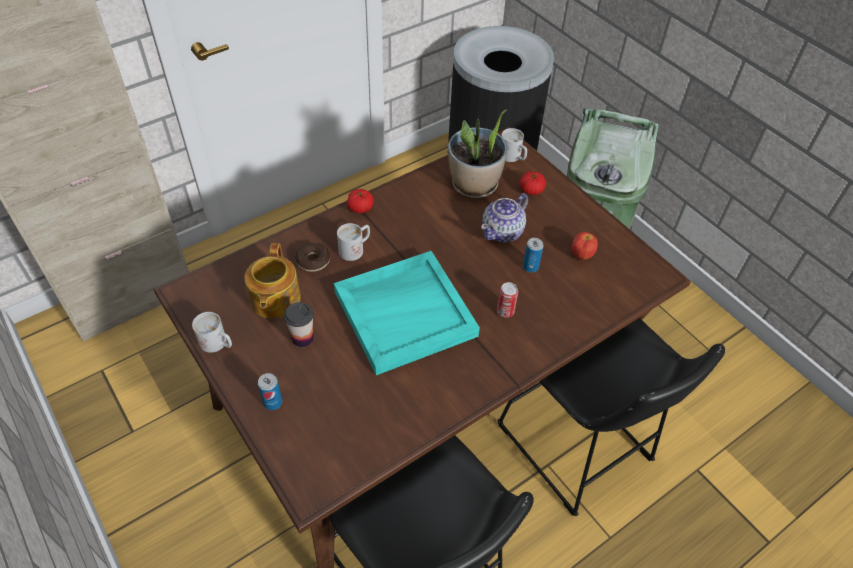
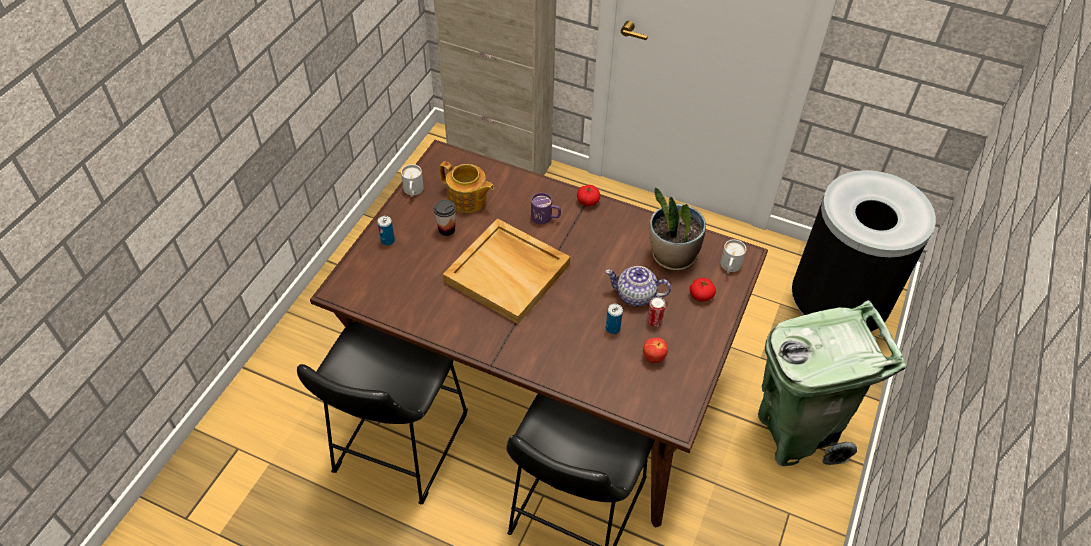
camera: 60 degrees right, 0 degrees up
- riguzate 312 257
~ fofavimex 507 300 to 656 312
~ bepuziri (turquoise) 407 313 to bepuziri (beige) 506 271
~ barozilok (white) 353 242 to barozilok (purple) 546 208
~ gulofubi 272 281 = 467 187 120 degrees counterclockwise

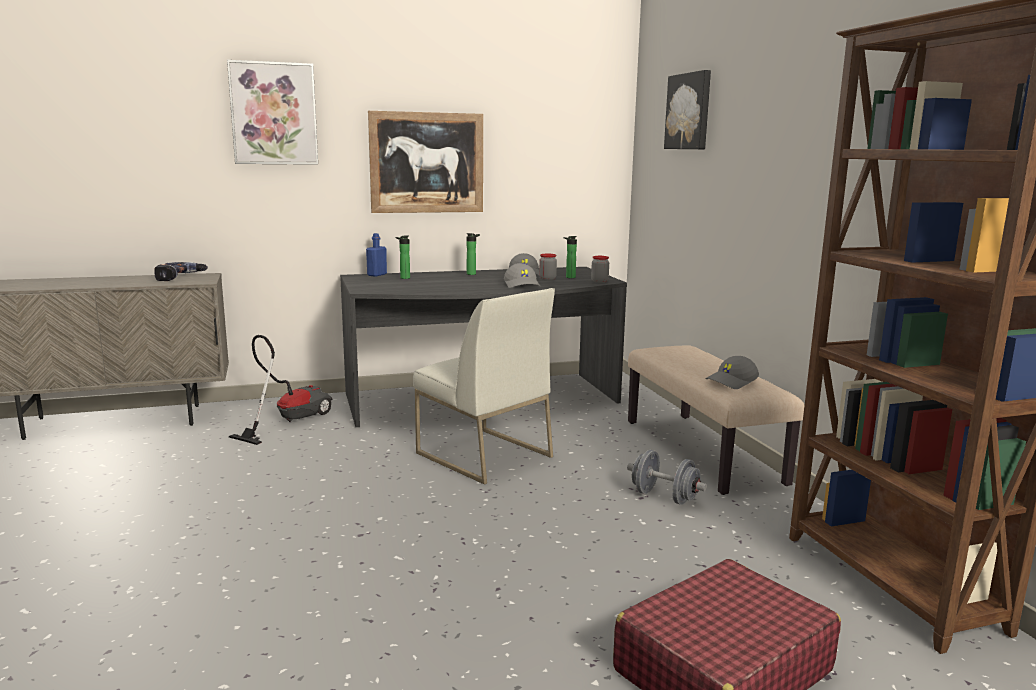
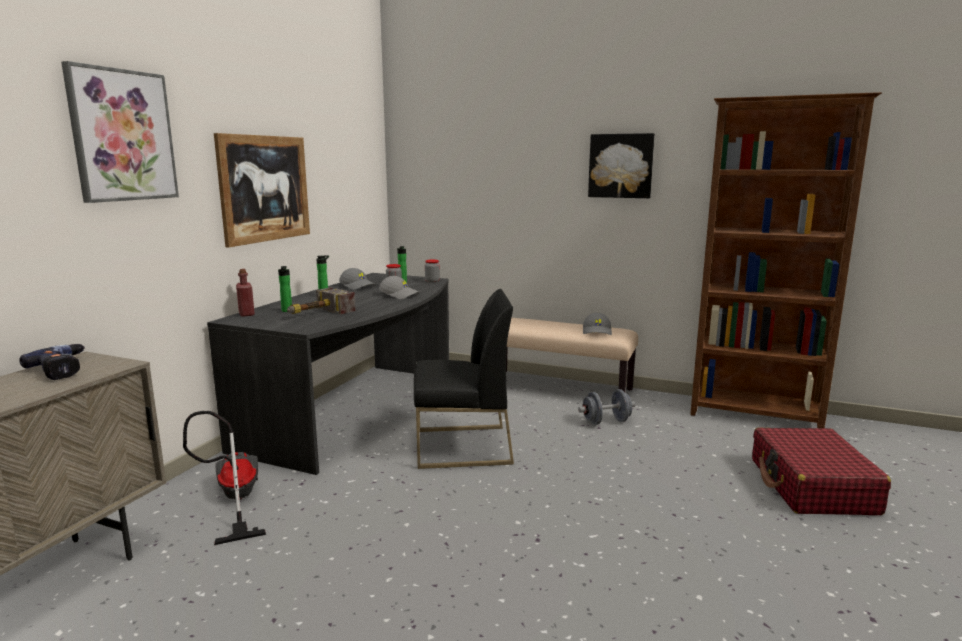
camera: 50 degrees left, 0 degrees up
+ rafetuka 321 300
~ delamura 687 109 to 621 165
~ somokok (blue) 376 255 to somokok (red) 245 293
~ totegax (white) 484 386 to totegax (black) 464 379

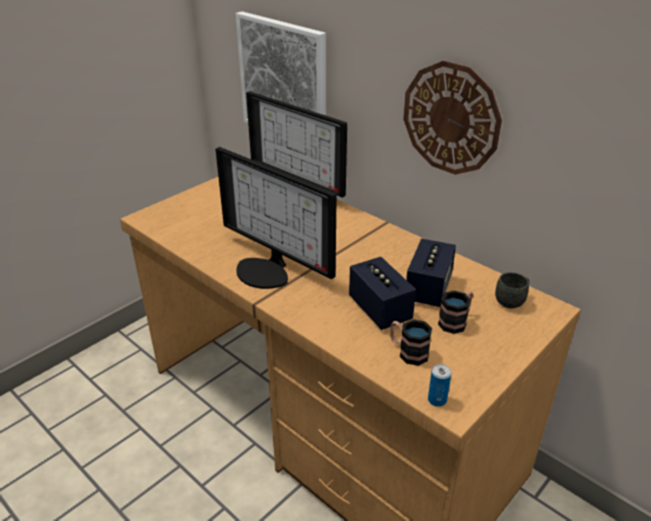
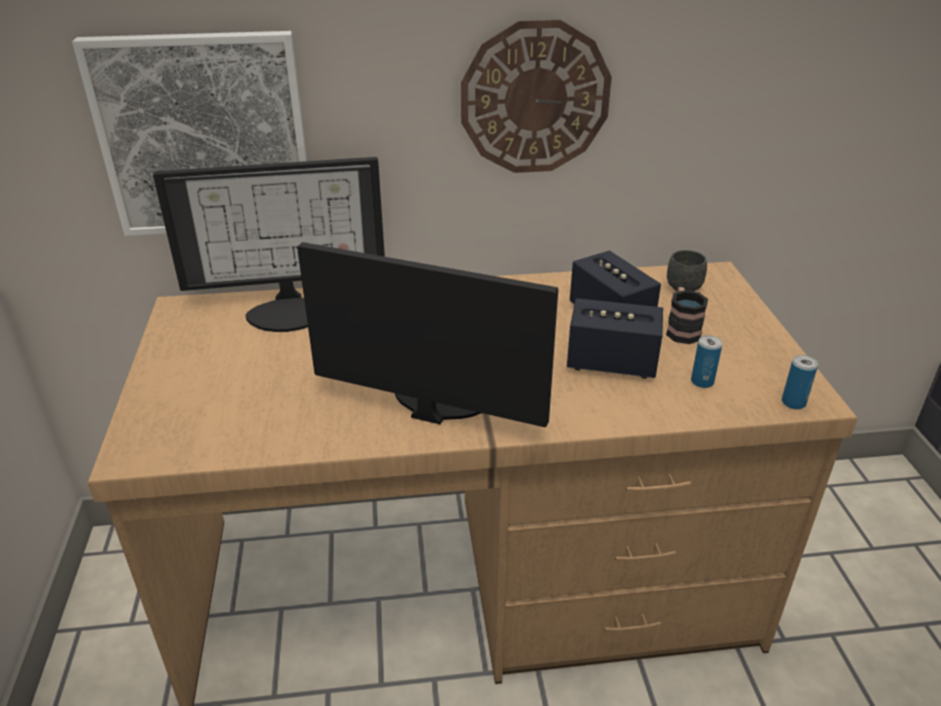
camera: 50 degrees left, 0 degrees up
~ barozilok 411 343 to fofavimex 706 361
~ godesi 276 218 = 427 334 150 degrees counterclockwise

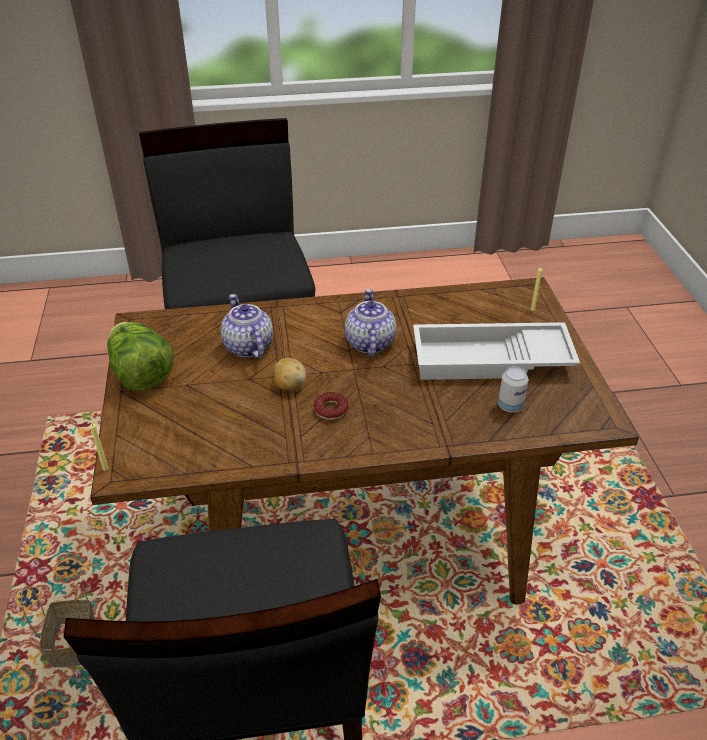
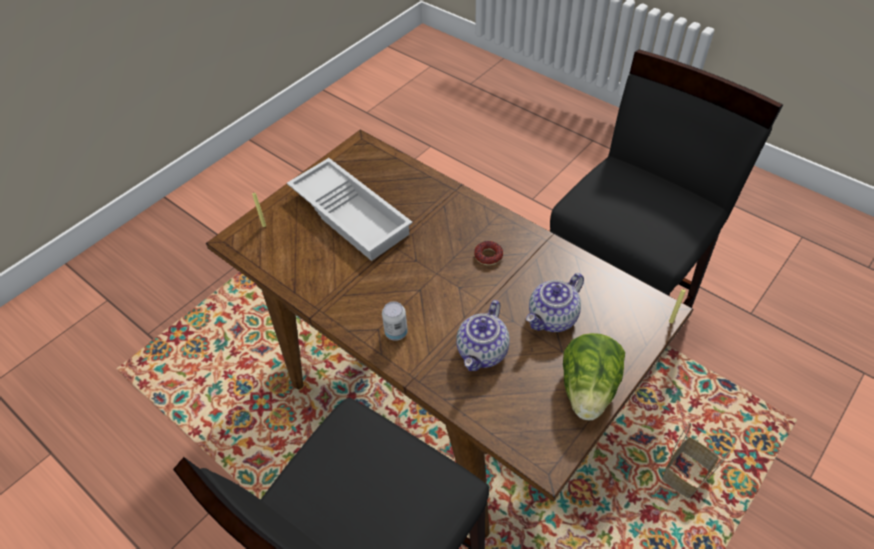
camera: 130 degrees left, 10 degrees up
- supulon 290 374
~ gulofubi 370 323 to 555 302
~ fofavimex 513 389 to 395 321

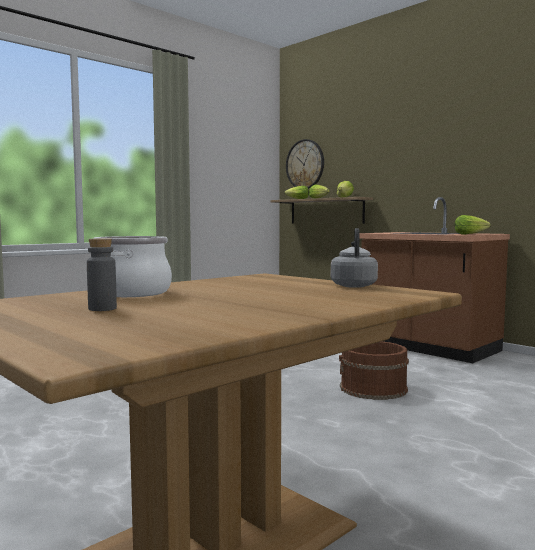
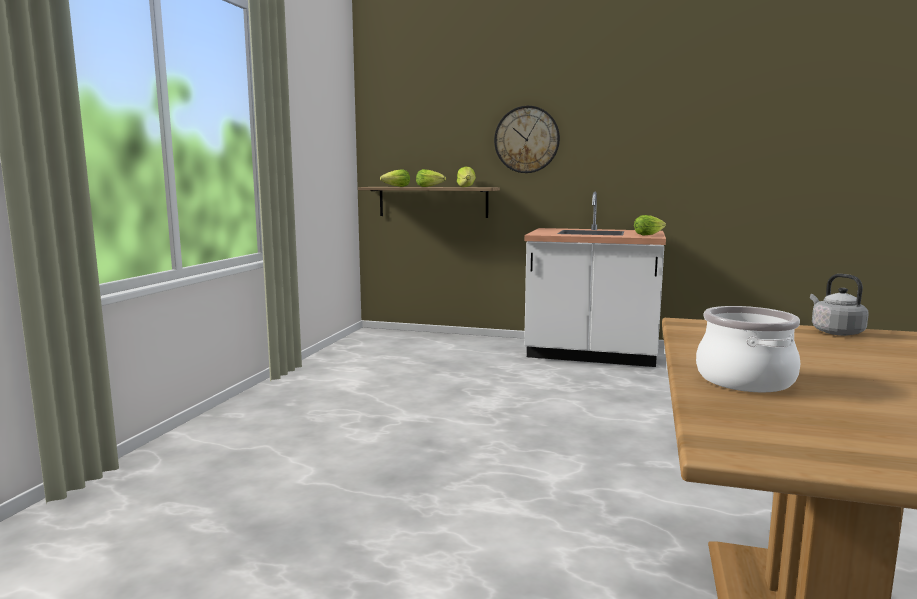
camera: 30 degrees left, 5 degrees up
- somokok (grey) 102 274
- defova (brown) 374 371
~ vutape 305 164 to 527 139
~ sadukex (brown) 434 280 to sadukex (white) 595 279

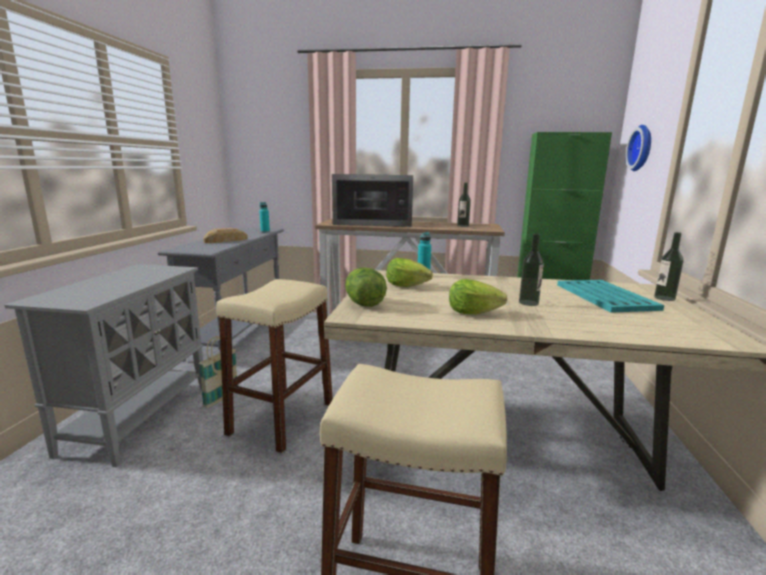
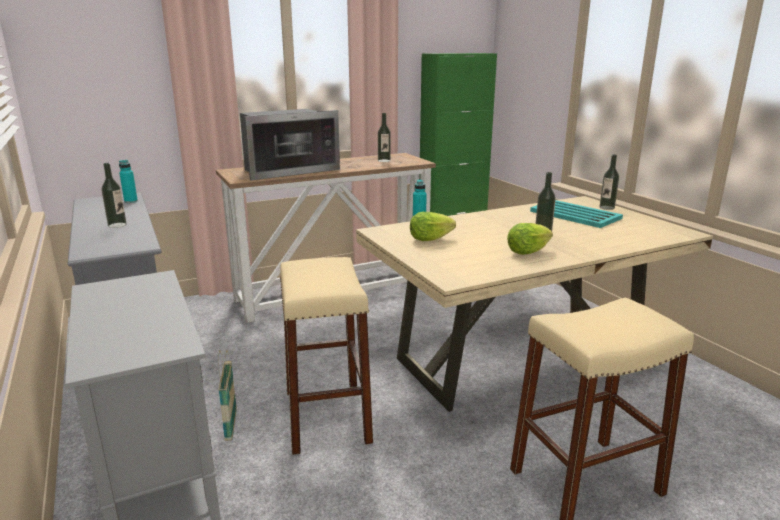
camera: 35 degrees left, 5 degrees up
- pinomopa 366 287
- vutape 638 148
~ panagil 225 235 to somokok 114 195

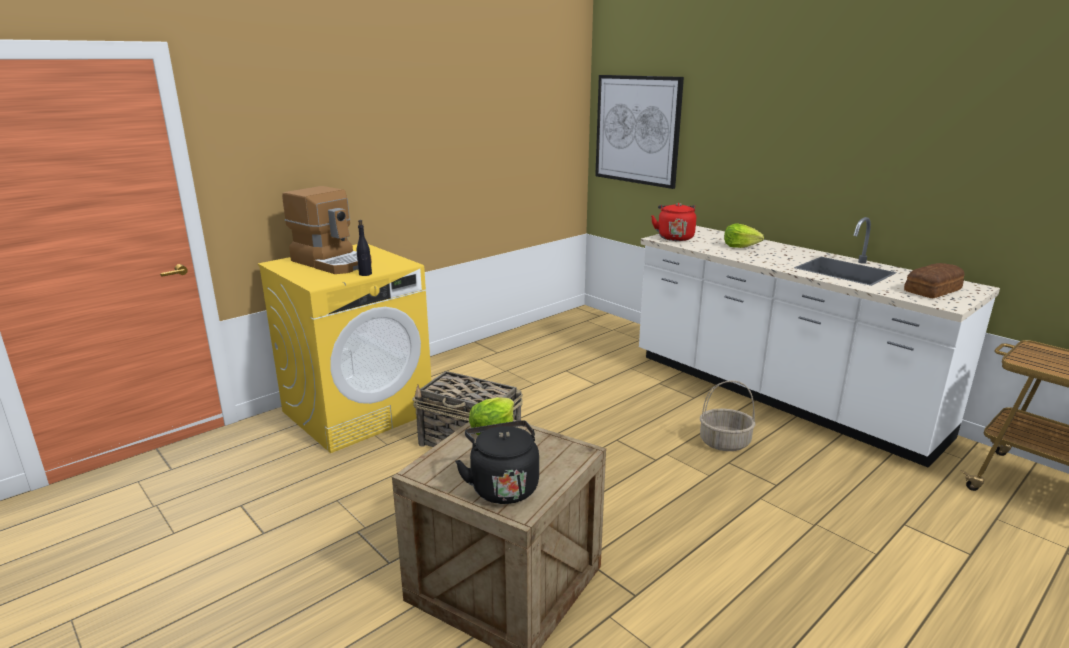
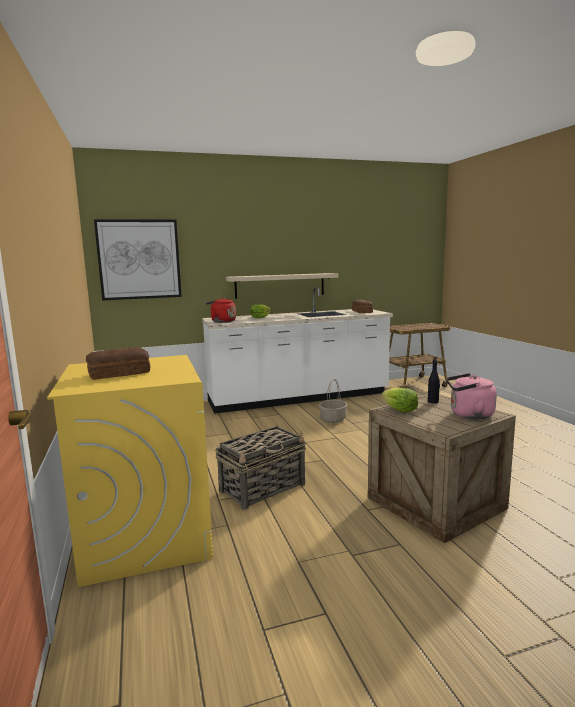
camera: 65 degrees left, 10 degrees down
+ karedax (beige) 282 286
~ somokok (black) 364 248 to 434 380
~ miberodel 327 230 to panagil 118 363
~ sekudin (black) 497 462 to sekudin (pink) 471 396

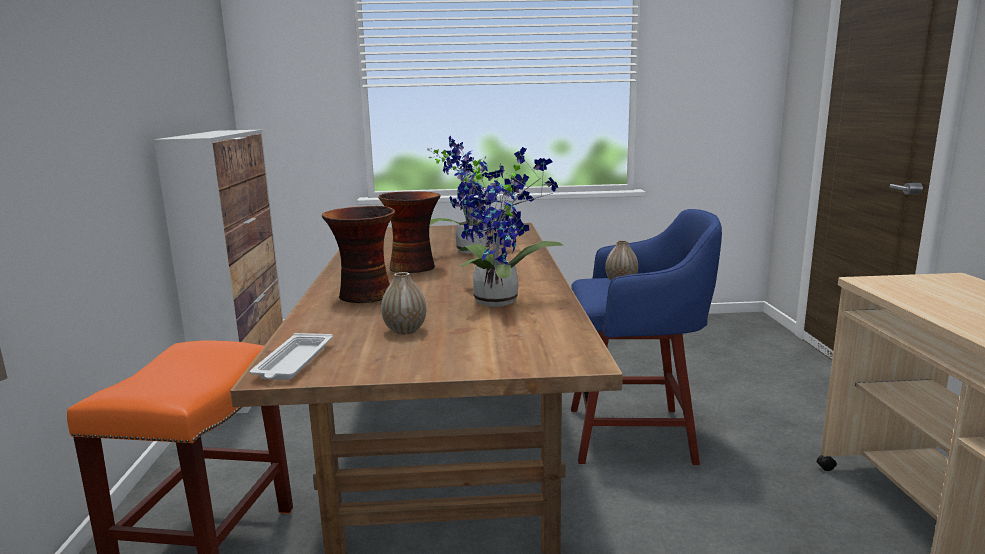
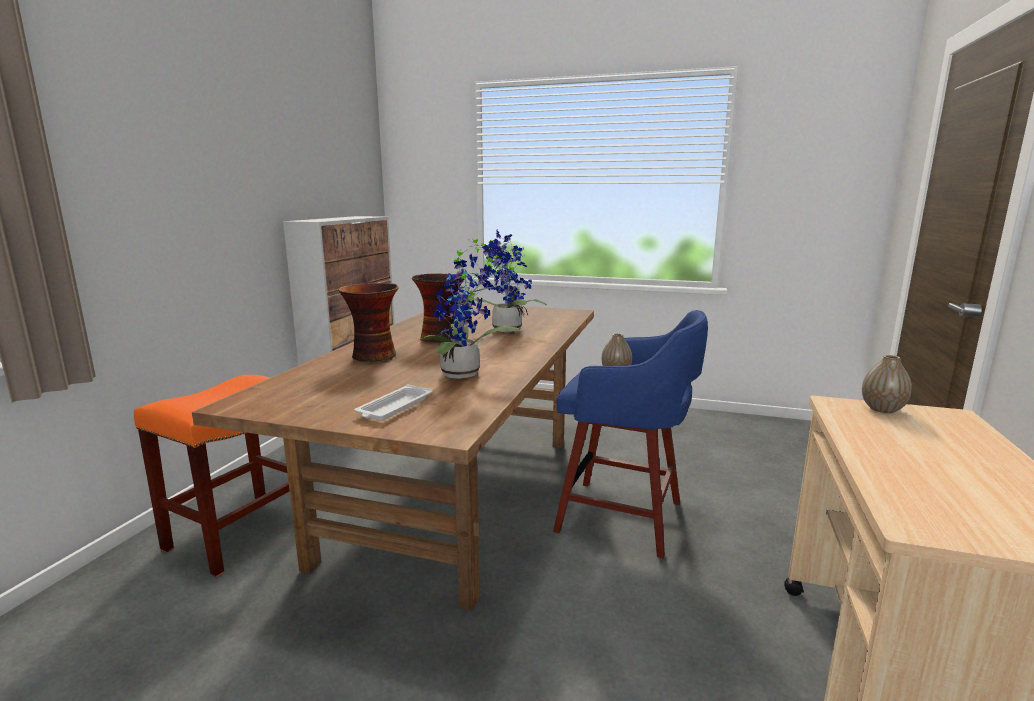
camera: 20 degrees right, 0 degrees up
~ bepuziri (white) 291 356 to 393 402
~ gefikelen 403 303 to 887 384

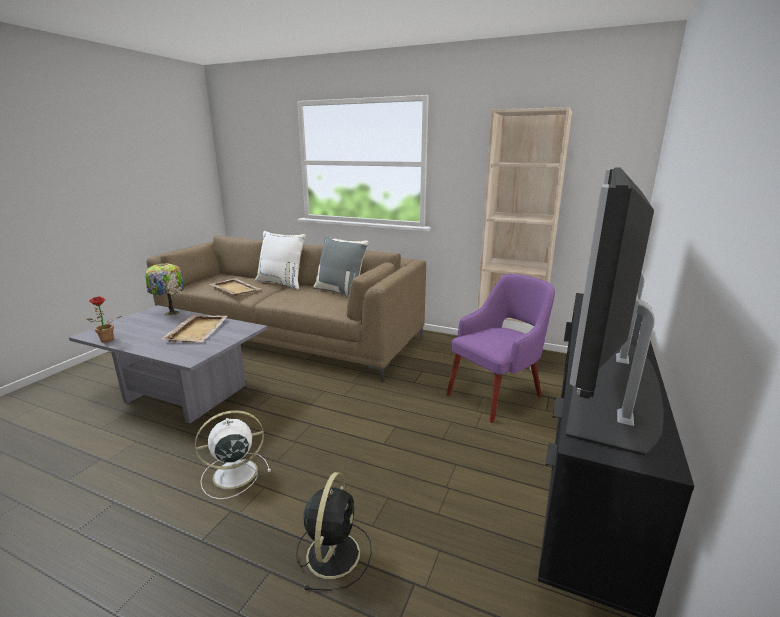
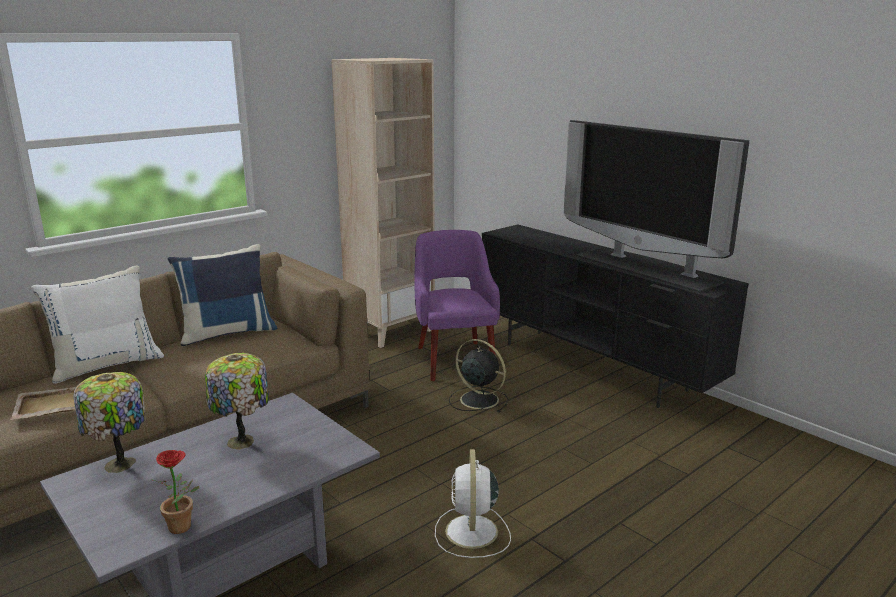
camera: 65 degrees left, 0 degrees up
~ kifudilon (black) 334 531 to 478 375
~ bepuziri (beige) 195 328 to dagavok 237 401
~ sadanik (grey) 341 266 to sadanik (blue) 222 295

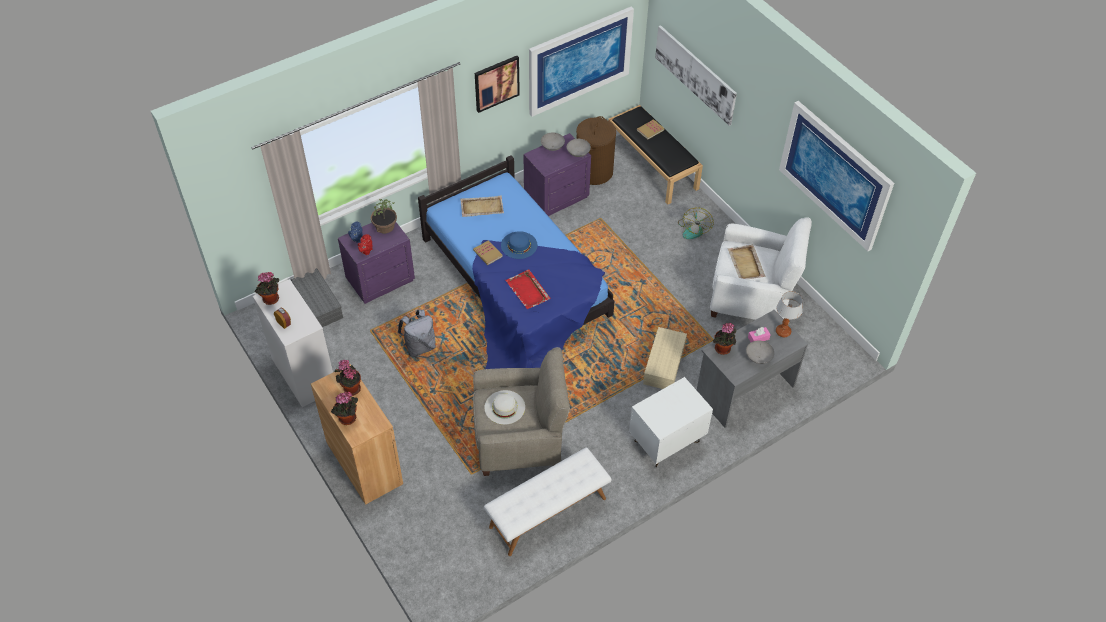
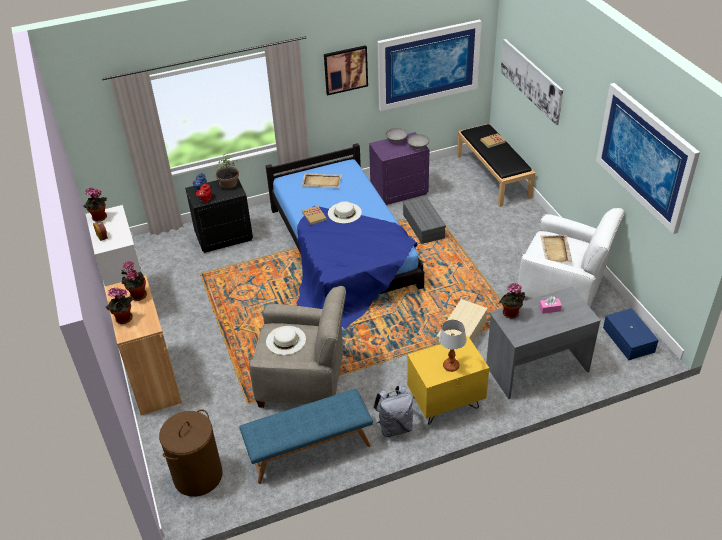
camera: 15 degrees right, 10 degrees down
- bepuziri (red) 528 289
- kifudilon 696 223
- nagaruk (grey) 760 352
+ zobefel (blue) 631 334
~ zobefel (grey) 317 297 to 424 220
~ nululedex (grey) 417 333 to 393 411
~ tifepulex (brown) 596 150 to 191 453
~ dagavok 789 314 to 453 346
~ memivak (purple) 376 263 to memivak (black) 219 215
~ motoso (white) 548 501 to motoso (blue) 306 436
~ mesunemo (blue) 519 245 to mesunemo (white) 345 212
~ memivak (white) 671 422 to memivak (yellow) 448 380

